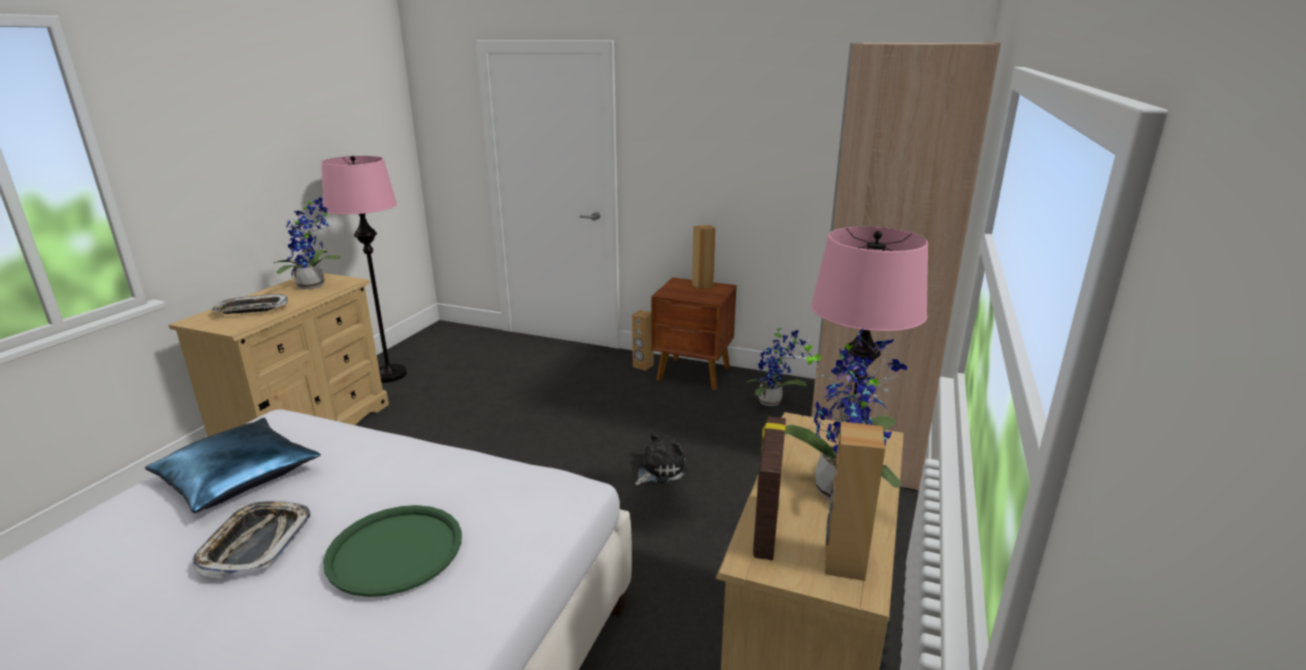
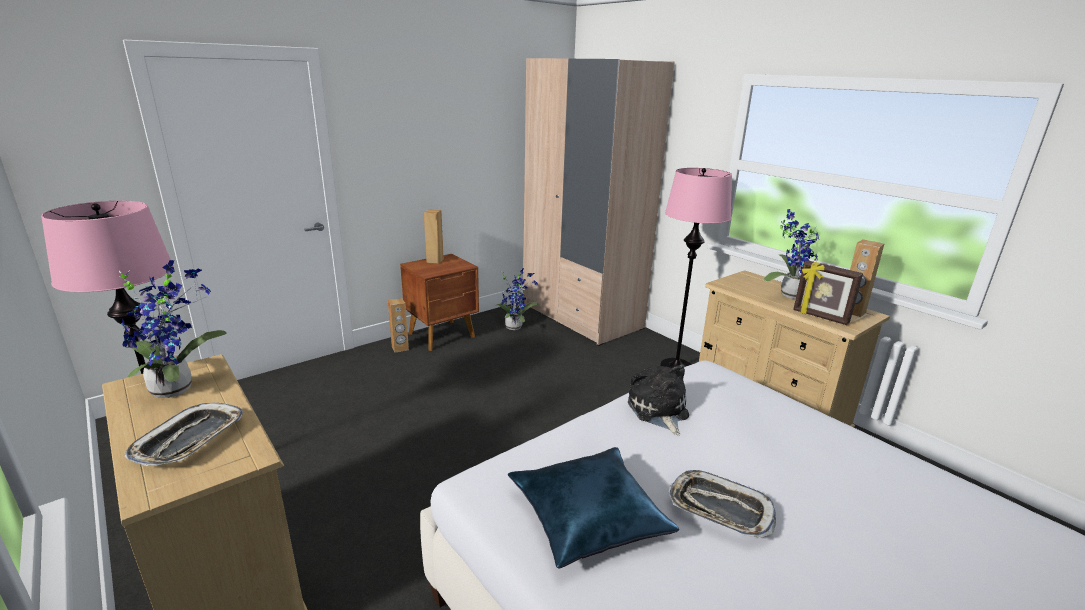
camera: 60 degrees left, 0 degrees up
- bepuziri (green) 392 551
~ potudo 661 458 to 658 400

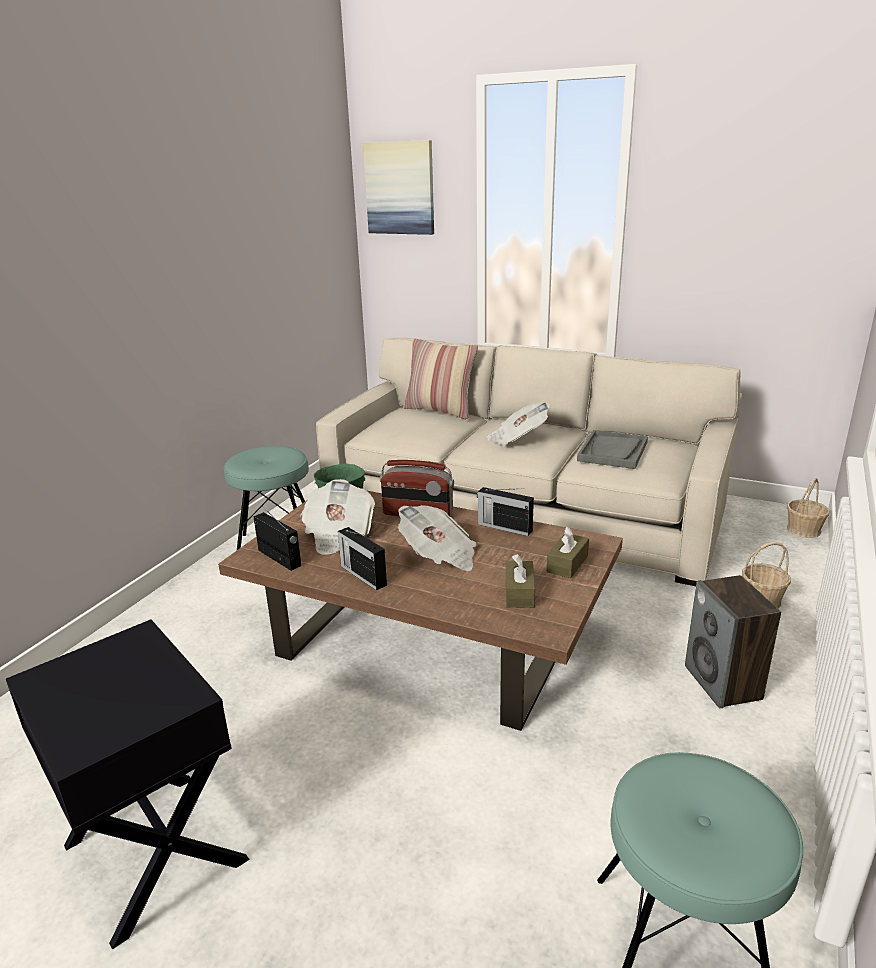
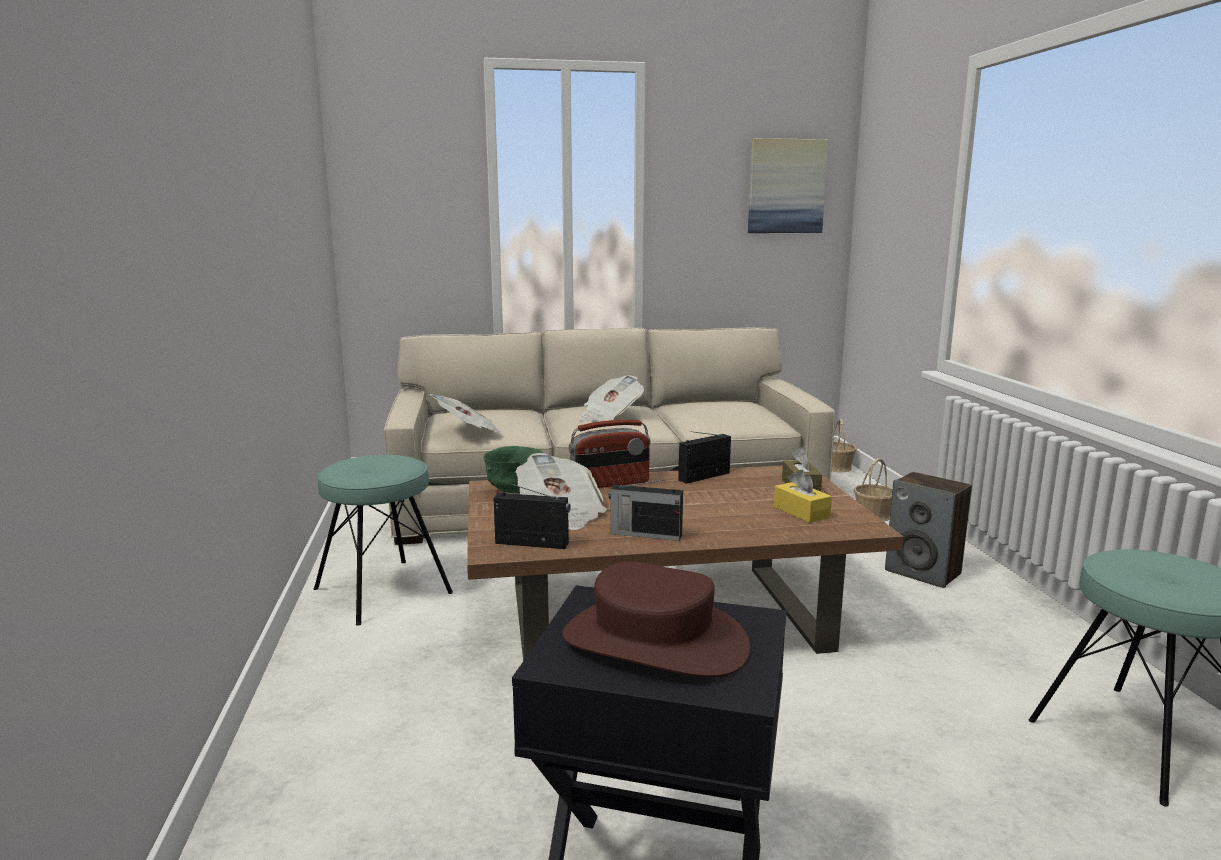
camera: 35 degrees left, 10 degrees down
- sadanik 440 378
- bepuziri (grey) 612 449
+ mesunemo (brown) 656 619
~ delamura 398 187 to 788 185
~ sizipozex 437 538 to 466 413
~ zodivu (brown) 520 581 to zodivu (yellow) 803 496
~ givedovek 505 511 = 704 457 150 degrees clockwise

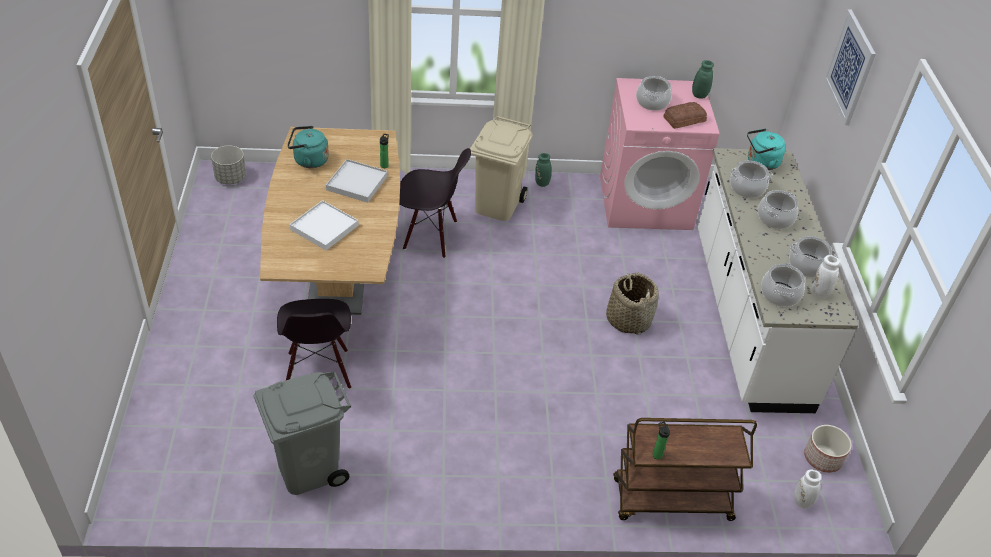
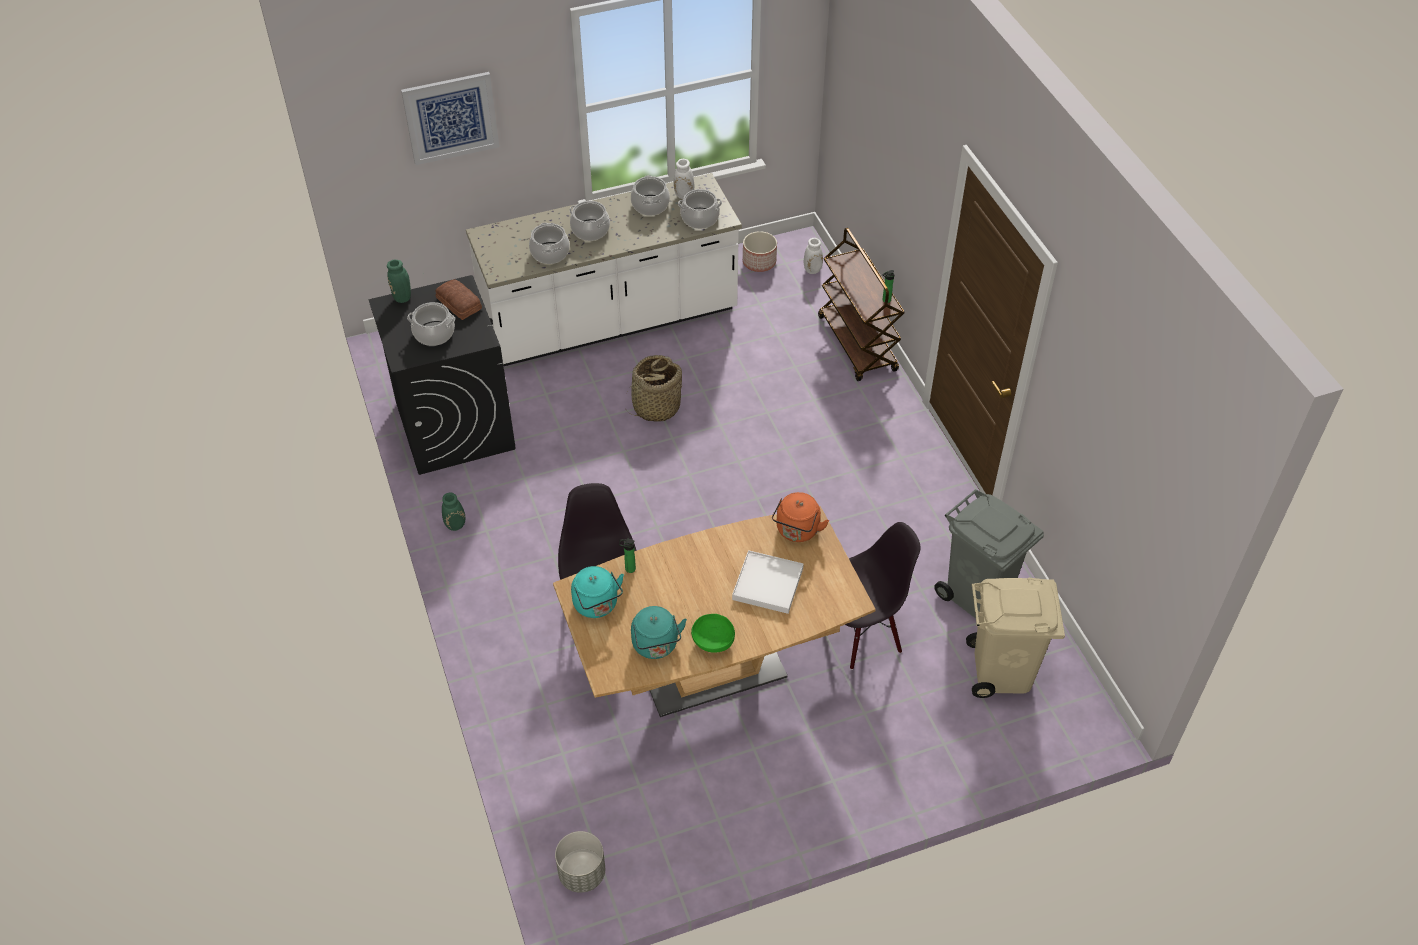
camera: 105 degrees left, 5 degrees up
- bepuziri (white) 357 181
+ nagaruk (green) 713 633
+ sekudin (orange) 800 517
~ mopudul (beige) 501 168 to 1015 638
~ sekudin (turquoise) 766 149 to 597 592
~ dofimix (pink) 659 154 to dofimix (black) 442 375

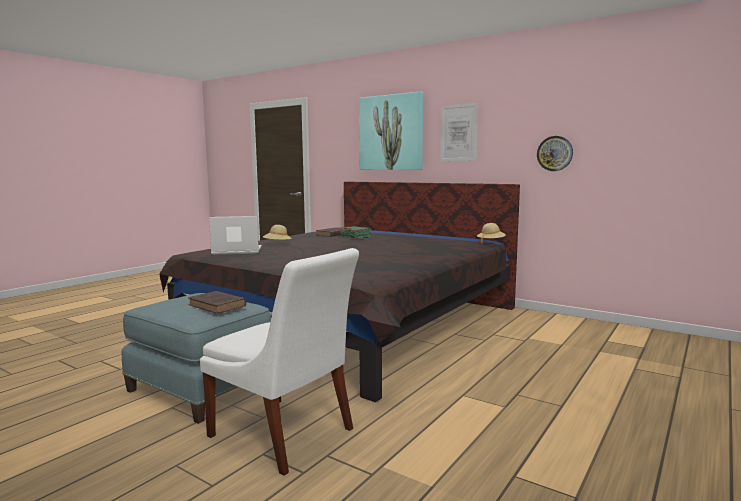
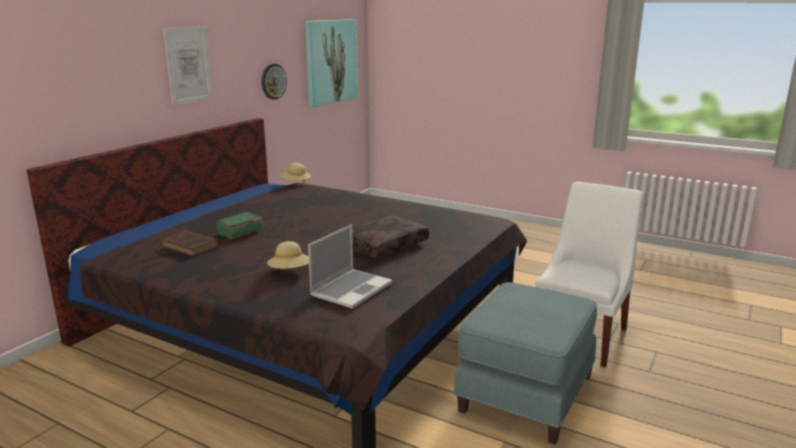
camera: 95 degrees left, 10 degrees up
- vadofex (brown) 217 302
+ sadanik (brown) 390 237
~ delamura 391 130 to 331 63
~ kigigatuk 235 235 = 350 266 135 degrees counterclockwise

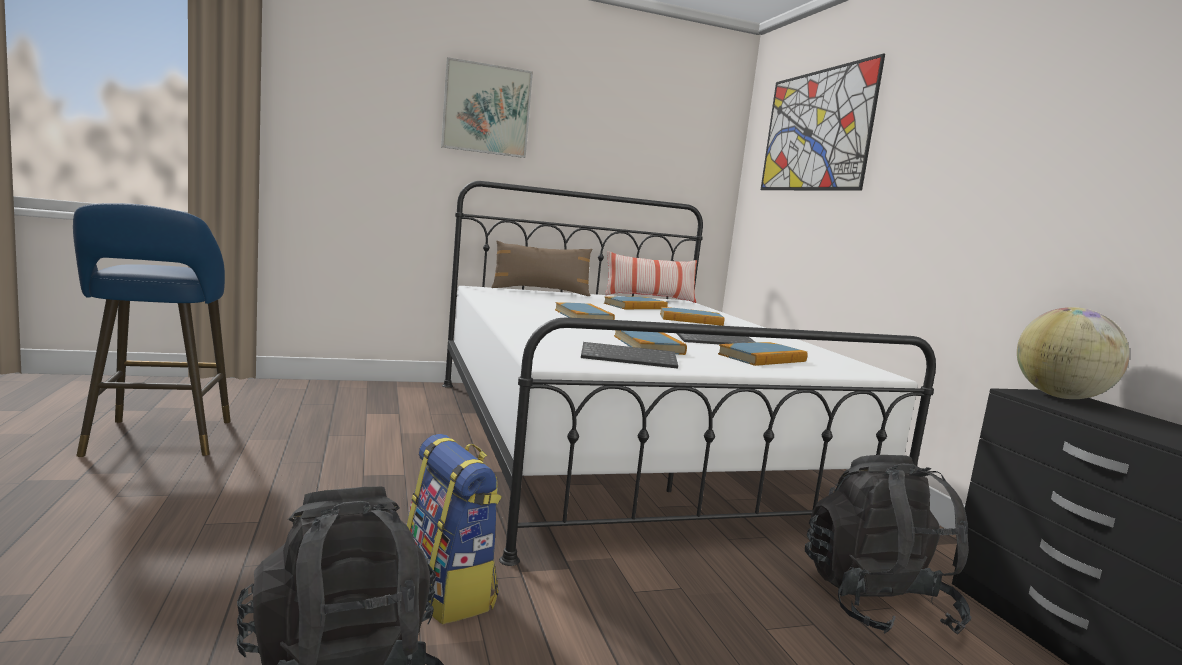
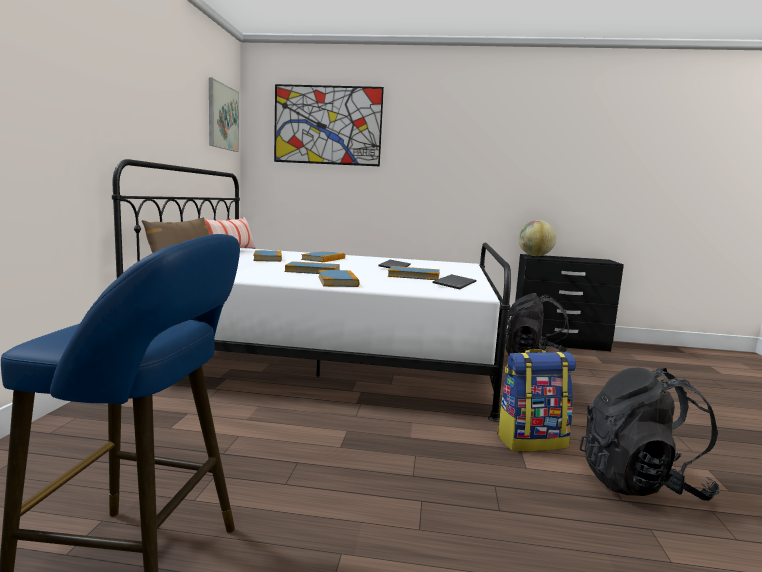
camera: 65 degrees left, 0 degrees up
~ delamura 487 107 to 224 115
~ vadofex 763 354 to 338 278

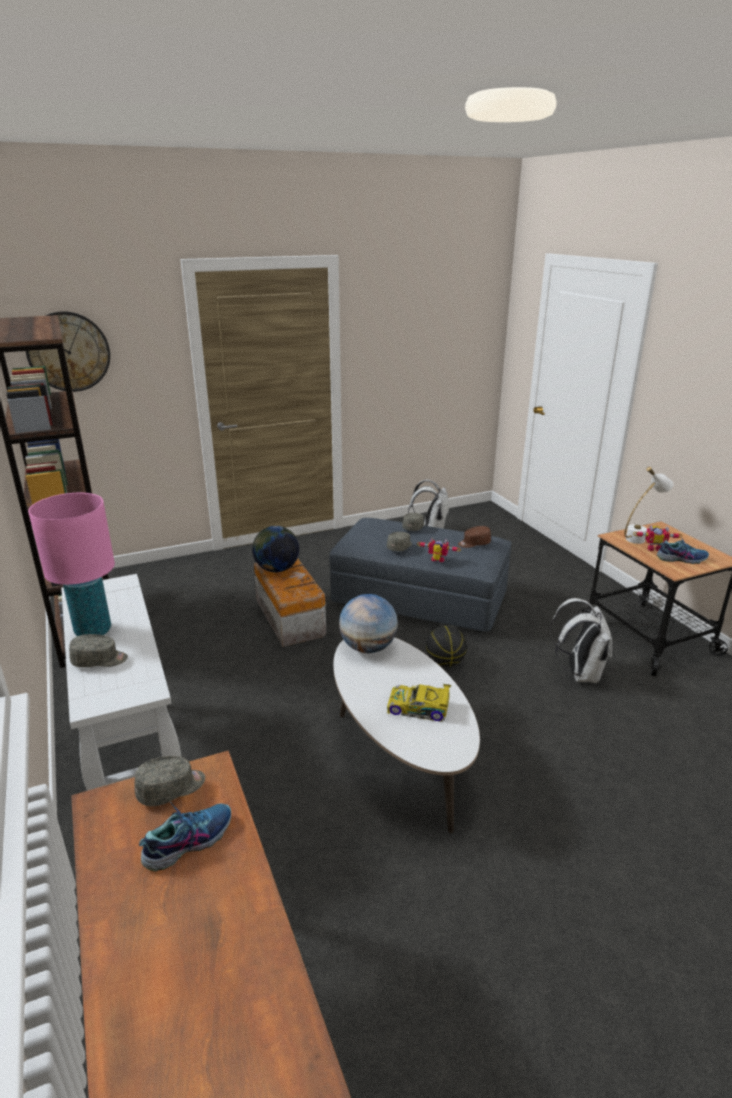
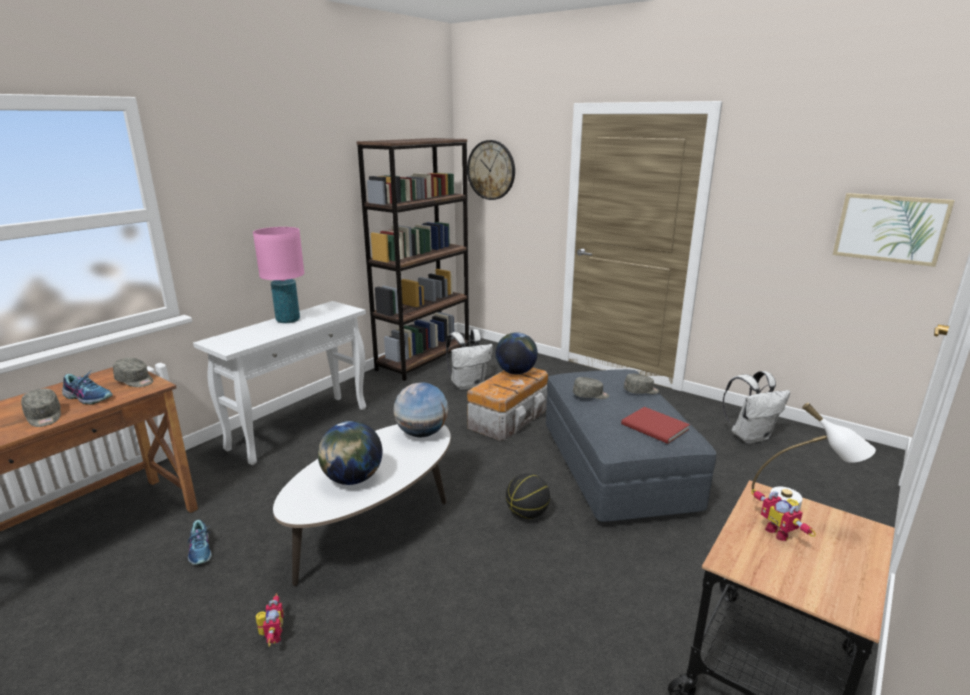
camera: 60 degrees right, 5 degrees down
+ delamura 894 230
~ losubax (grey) 98 651 to 41 408
~ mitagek 438 549 to 269 620
~ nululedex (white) 581 640 to 469 359
~ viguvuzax 683 550 to 199 542
~ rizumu 419 703 to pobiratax 350 453
~ losubax (brown) 474 537 to vadofex (red) 655 425

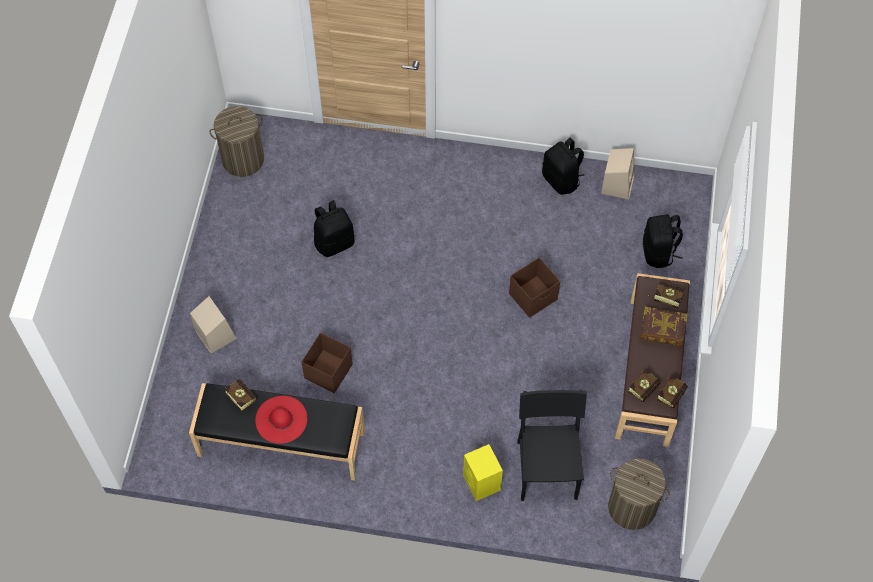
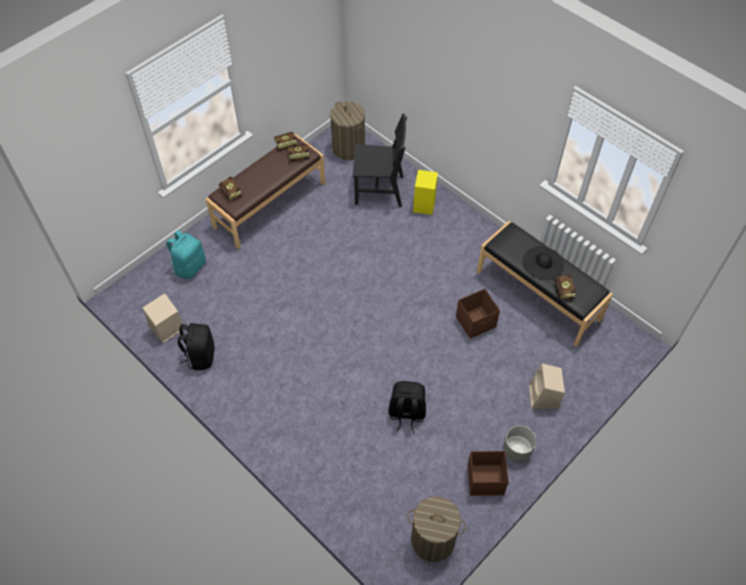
camera: 145 degrees left, 5 degrees down
- vadofex 664 326
+ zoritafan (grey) 519 444
~ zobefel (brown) 534 287 to 488 473
~ mesunemo (red) 281 420 to mesunemo (black) 543 263
~ nululedex (black) 663 241 to nululedex (turquoise) 186 254
~ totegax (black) 552 445 = 380 160 120 degrees counterclockwise

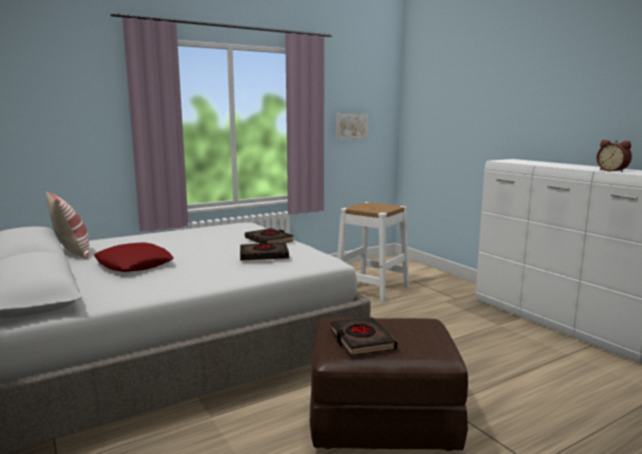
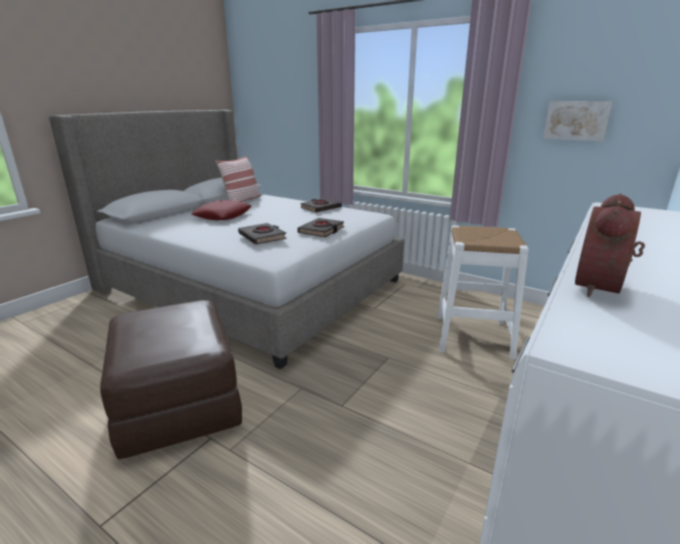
camera: 65 degrees right, 10 degrees up
~ vadofex (black) 363 336 to 321 205

